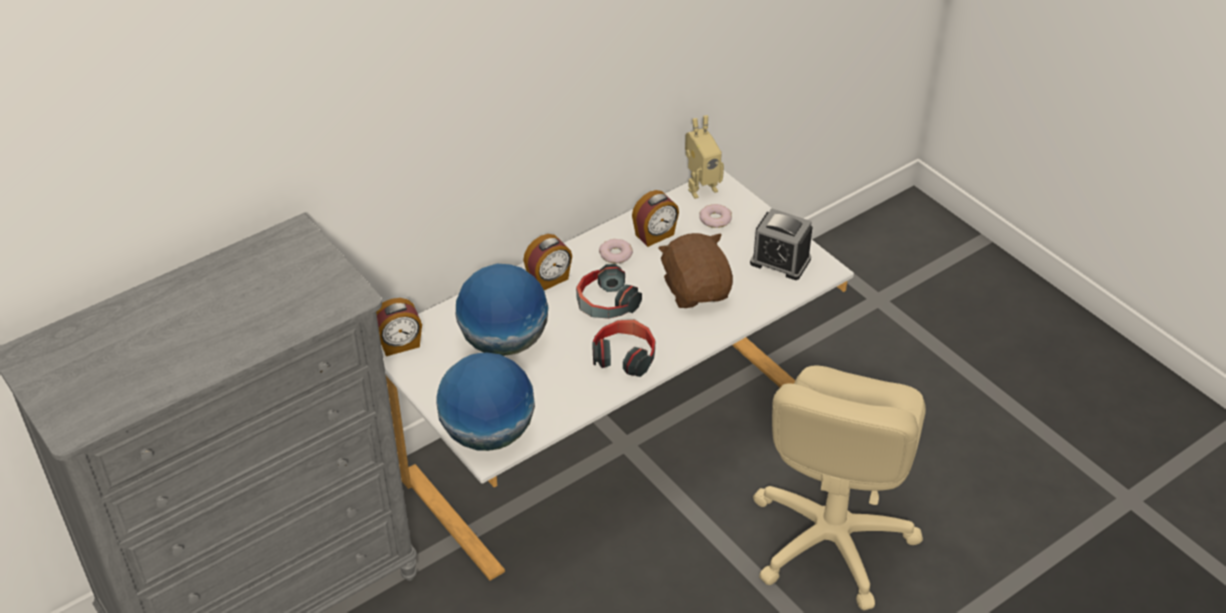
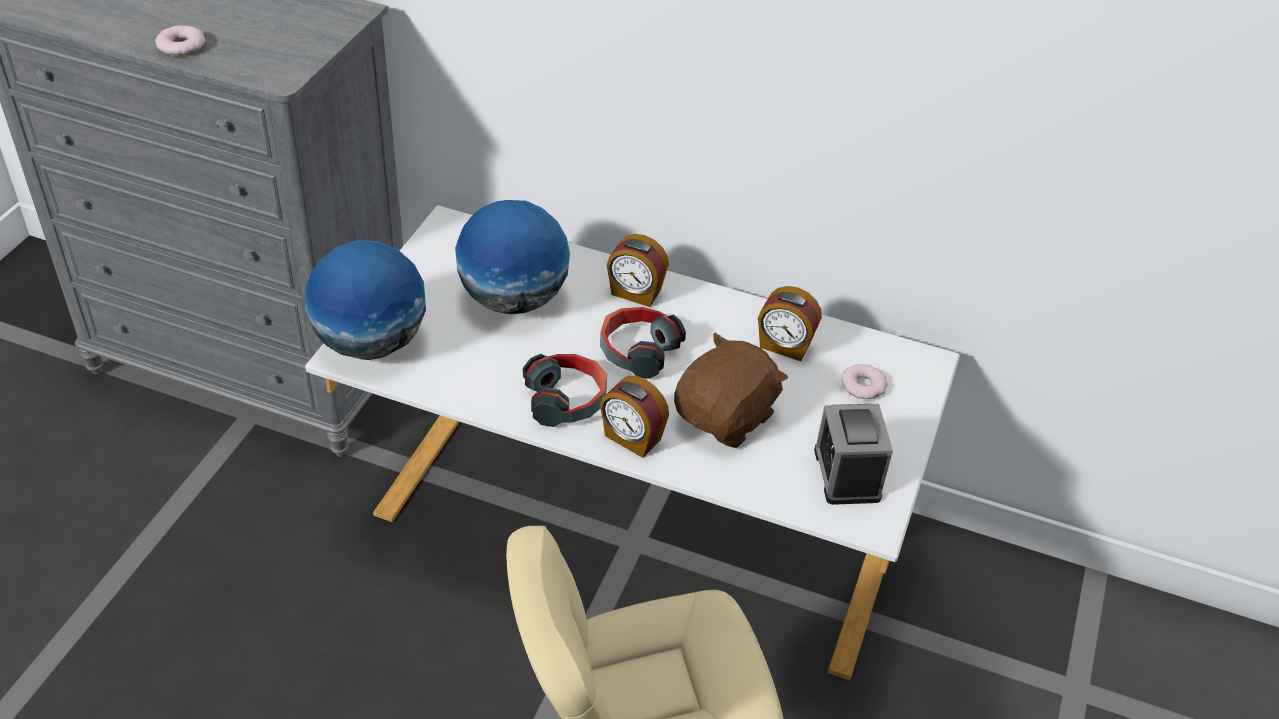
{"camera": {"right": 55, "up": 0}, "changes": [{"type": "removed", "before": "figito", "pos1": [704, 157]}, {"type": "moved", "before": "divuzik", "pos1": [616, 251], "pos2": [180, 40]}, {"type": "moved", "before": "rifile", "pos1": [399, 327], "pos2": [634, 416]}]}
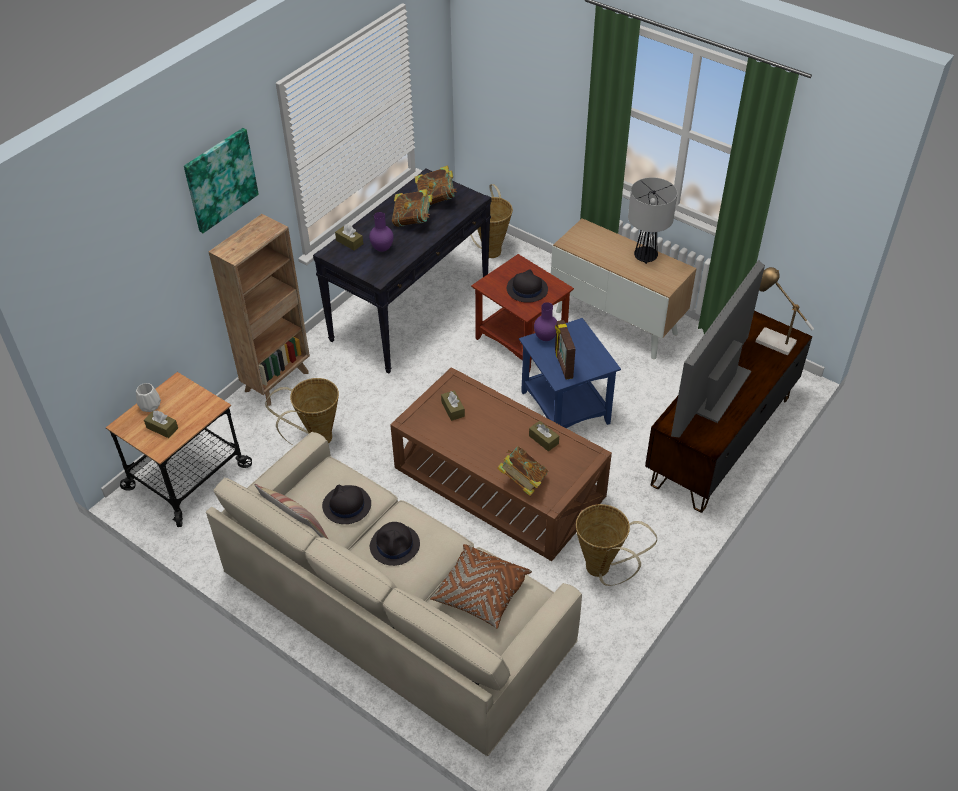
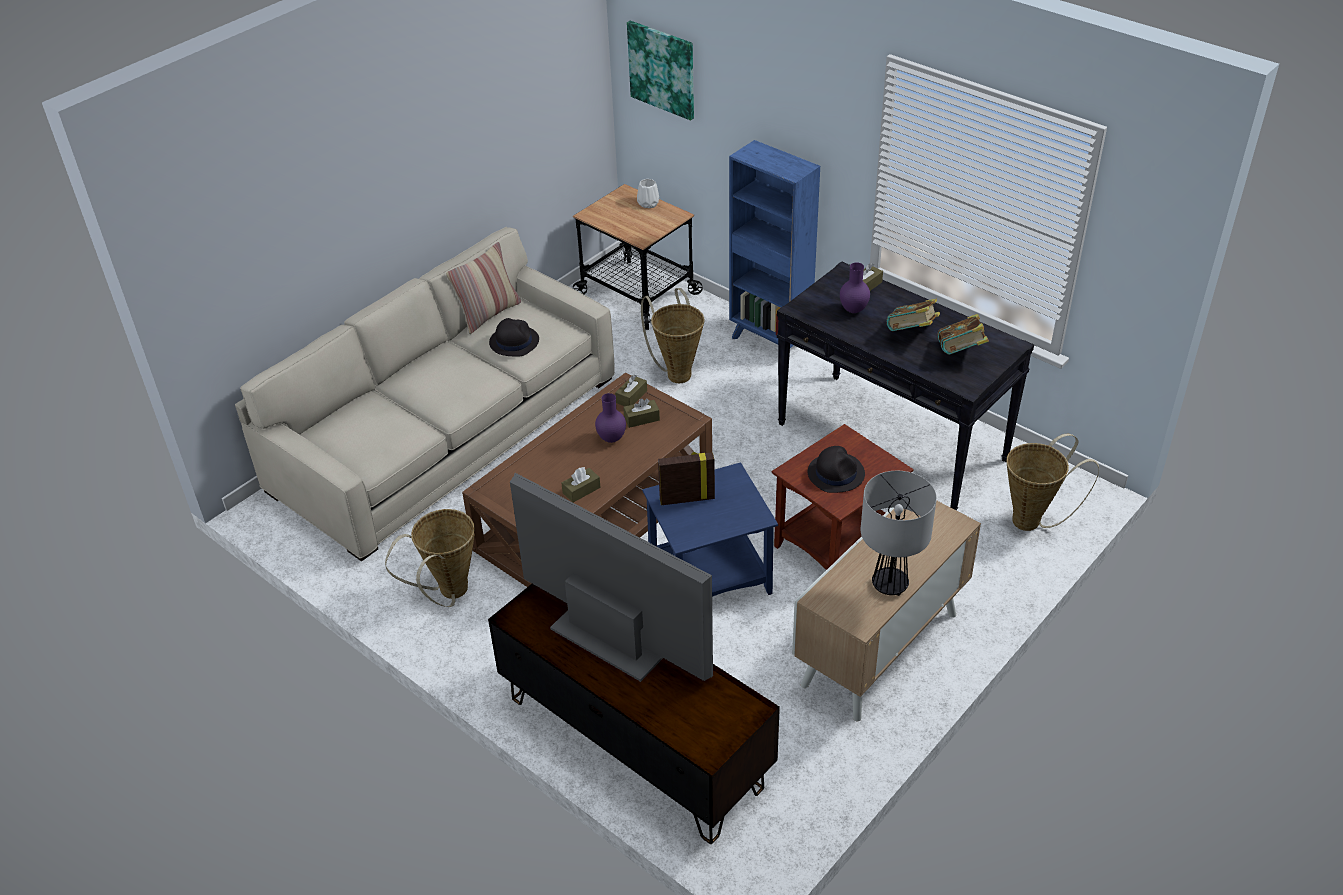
{"camera": {"right": 95, "up": -5}, "changes": [{"type": "moved", "before": "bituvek", "pos1": [221, 180], "pos2": [660, 70]}, {"type": "recoloured", "before": "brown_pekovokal", "after": "blue_pekovokal", "pos1": [259, 310], "pos2": [774, 244]}, {"type": "removed", "before": "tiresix", "pos1": [785, 311]}, {"type": "moved", "before": "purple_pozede", "pos1": [545, 321], "pos2": [610, 418]}, {"type": "moved", "before": "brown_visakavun", "pos1": [161, 424], "pos2": [631, 390]}, {"type": "removed", "before": "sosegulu", "pos1": [523, 471]}, {"type": "removed", "before": "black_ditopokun", "pos1": [395, 544]}, {"type": "removed", "before": "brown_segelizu", "pos1": [481, 586]}]}
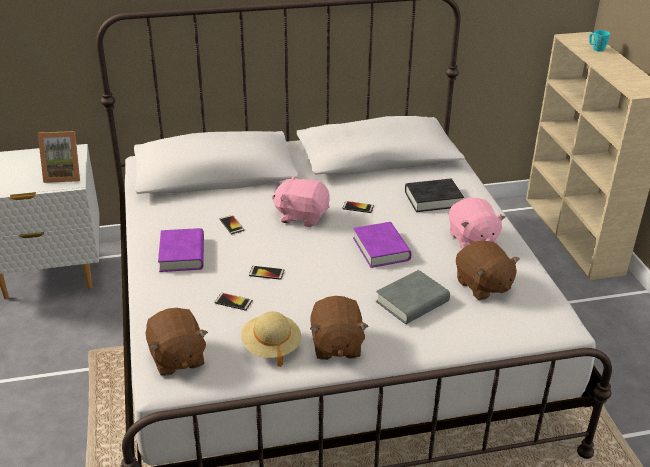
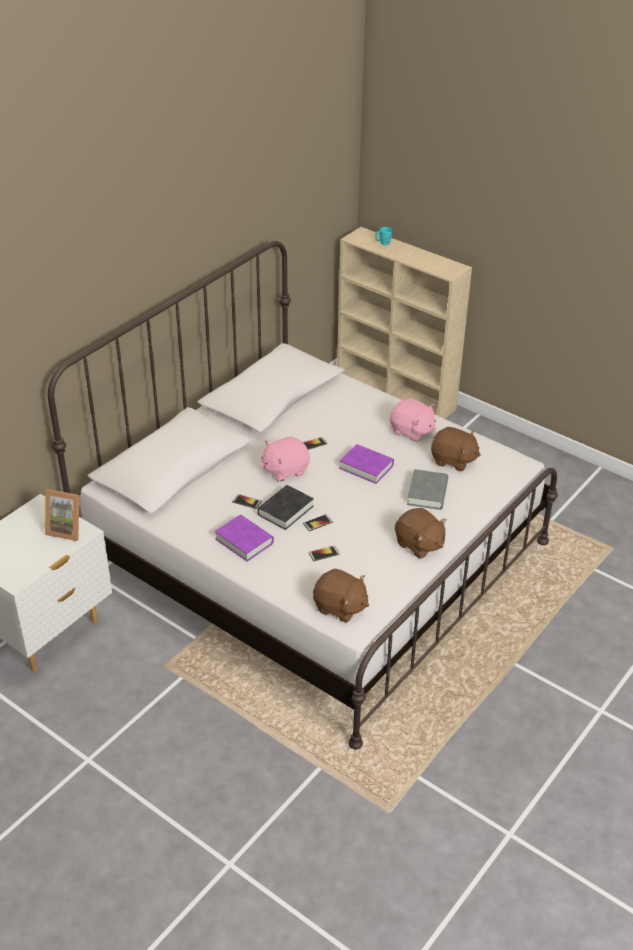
{"camera": {"right": -40, "up": 5}, "changes": [{"type": "turned", "before": "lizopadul", "pos1": [59, 157], "pos2": [62, 515], "turn": 60}, {"type": "moved", "before": "black_sosegulu", "pos1": [434, 195], "pos2": [285, 507]}, {"type": "removed", "before": "beige_ditopokun", "pos1": [271, 339]}]}
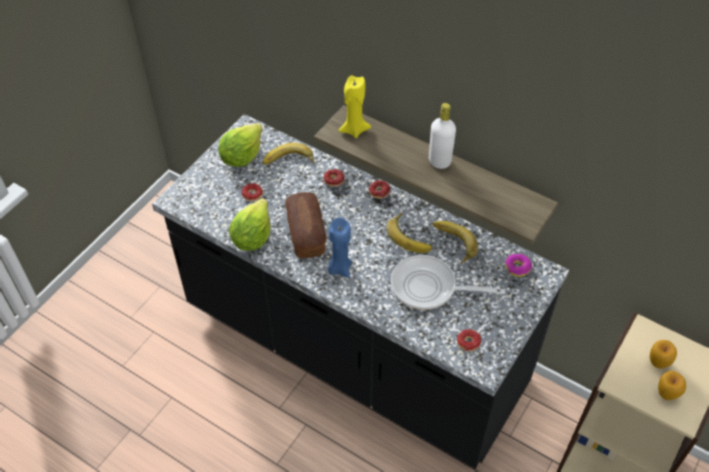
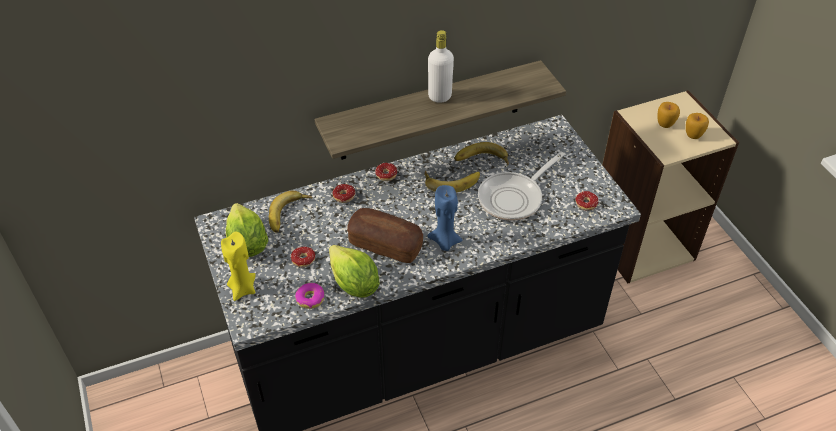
{"camera": {"right": -55, "up": -5}, "changes": [{"type": "moved", "before": "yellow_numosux", "pos1": [354, 106], "pos2": [238, 266]}, {"type": "moved", "before": "divuzik", "pos1": [518, 265], "pos2": [309, 296]}]}
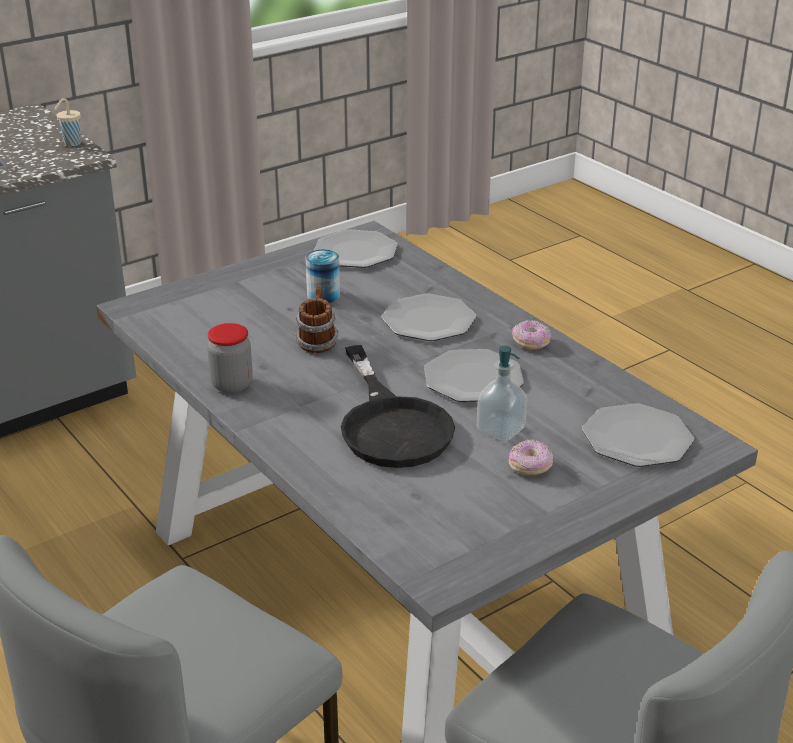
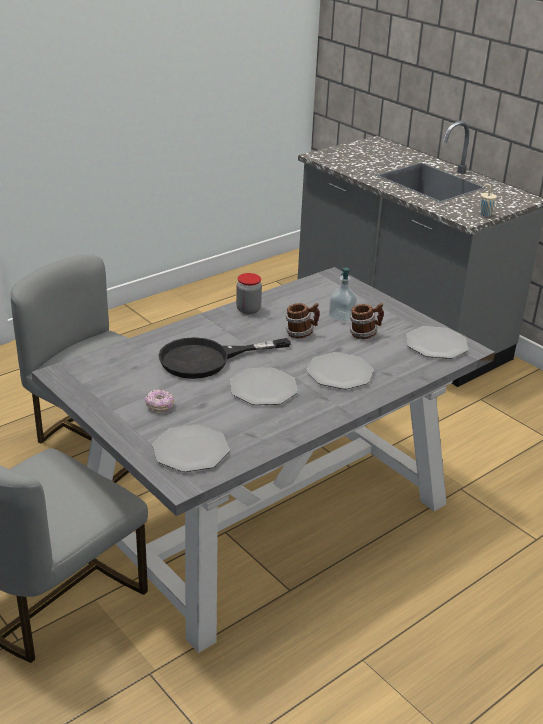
{"camera": {"right": 85, "up": 0}, "changes": [{"type": "replaced", "before": "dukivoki", "after": "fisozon", "pos1": [323, 276], "pos2": [367, 321]}, {"type": "removed", "before": "divuzik", "pos1": [531, 335]}, {"type": "moved", "before": "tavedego", "pos1": [502, 394], "pos2": [343, 294]}]}
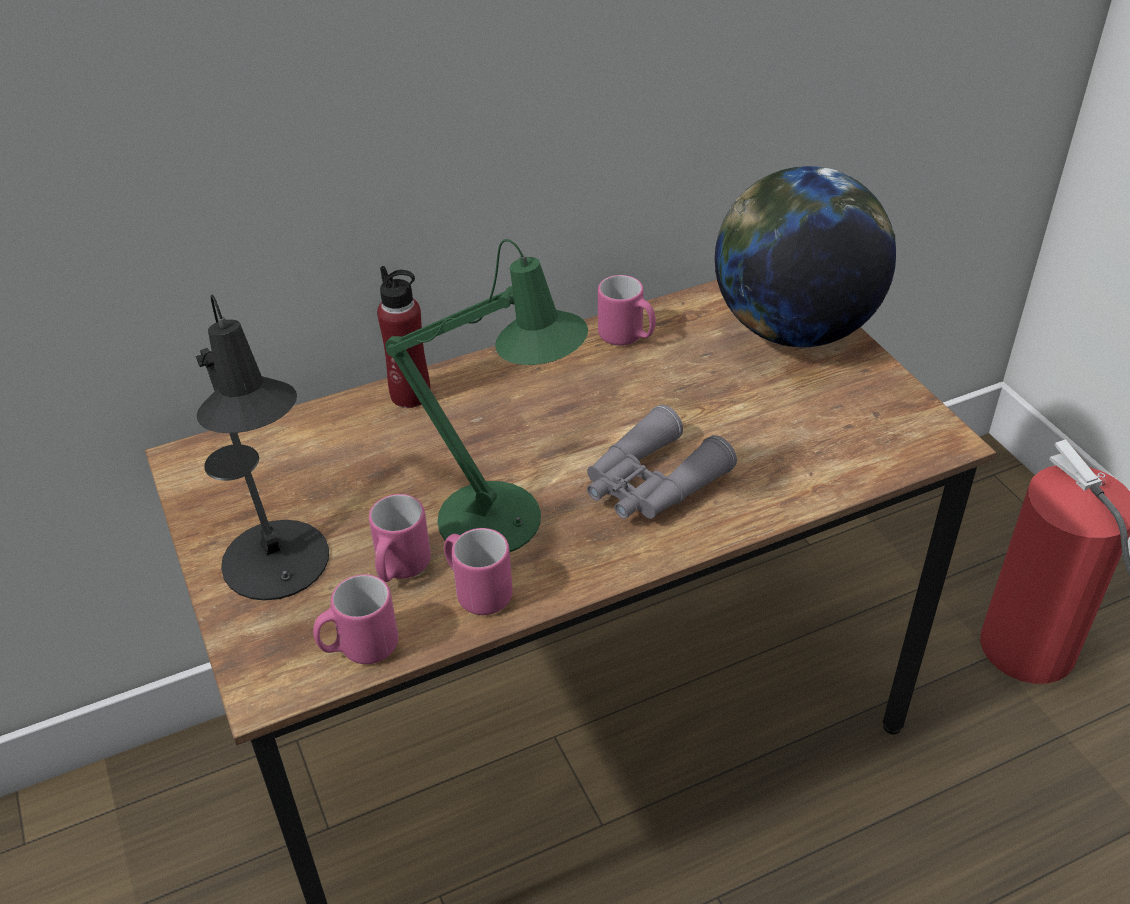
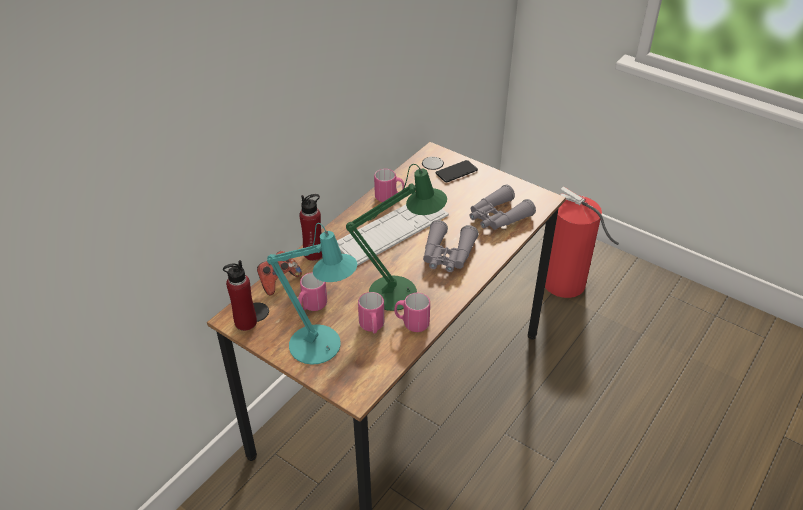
{"camera": {"right": -30, "up": 0}, "changes": [{"type": "replaced", "before": "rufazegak", "after": "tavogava", "pos1": [805, 256], "pos2": [457, 171]}, {"type": "recoloured", "before": "black_tiresix", "after": "turquoise_tiresix", "pos1": [262, 448], "pos2": [312, 294]}, {"type": "moved", "before": "pink_fisozon", "pos1": [355, 619], "pos2": [312, 291]}, {"type": "added", "after": "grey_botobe", "pos2": [503, 207]}, {"type": "added", "after": "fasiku", "pos2": [393, 235]}, {"type": "added", "after": "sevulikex", "pos2": [279, 273]}, {"type": "added", "after": "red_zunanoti", "pos2": [240, 295]}]}
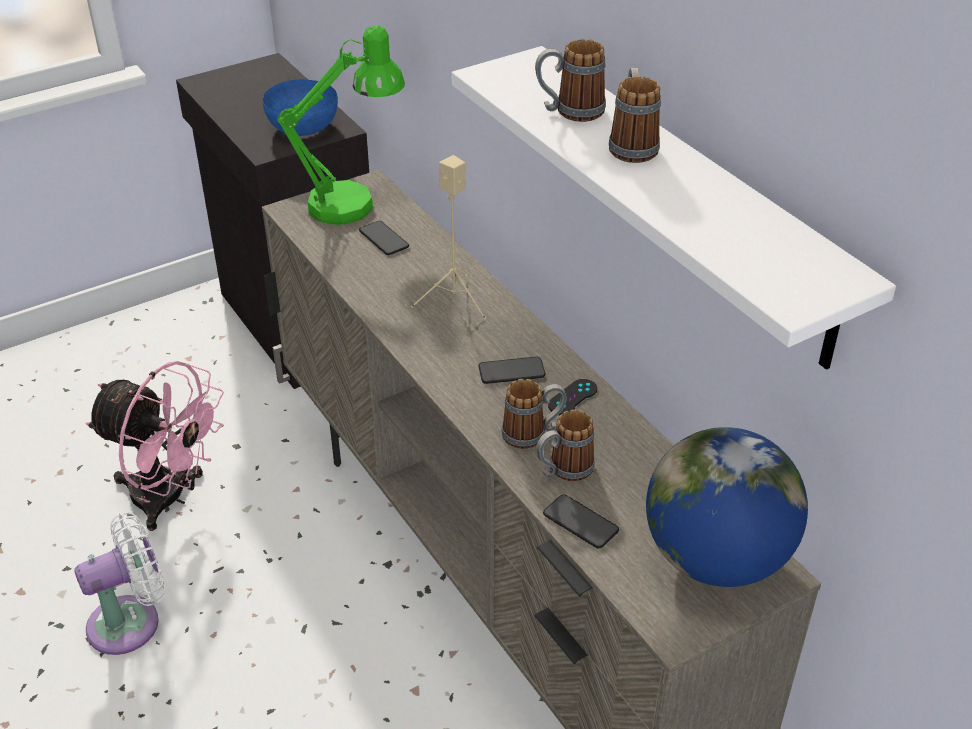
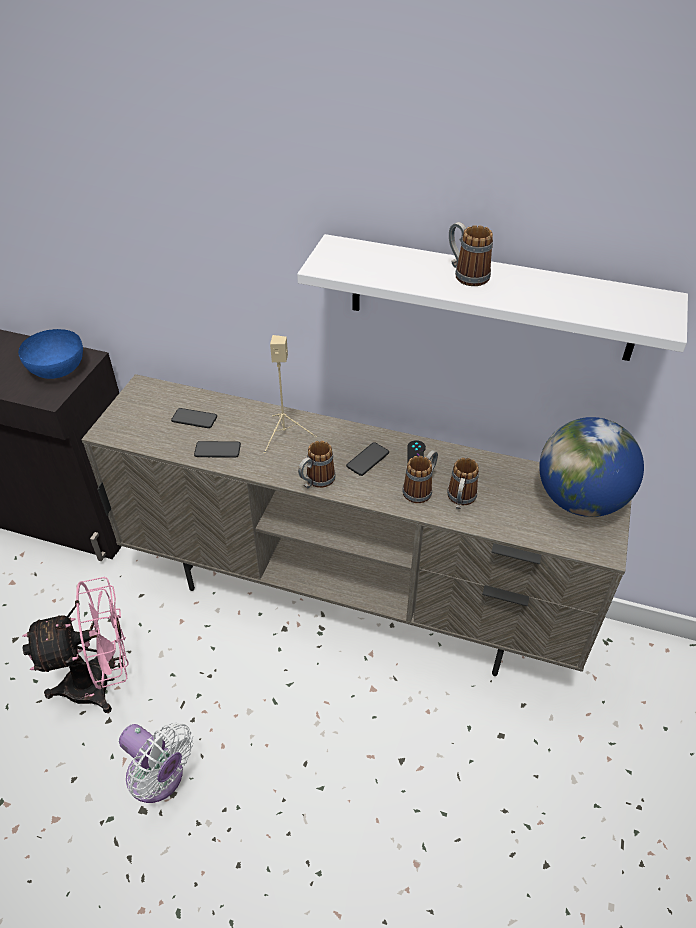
{"camera": {"right": -40, "up": 5}, "changes": [{"type": "removed", "before": "green_tiresix", "pos1": [341, 125]}, {"type": "moved", "before": "fisozon", "pos1": [570, 80], "pos2": [317, 464]}, {"type": "moved", "before": "tavogava", "pos1": [581, 521], "pos2": [217, 449]}, {"type": "turned", "before": "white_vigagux", "pos1": [119, 583], "pos2": [156, 762], "turn": 105}]}
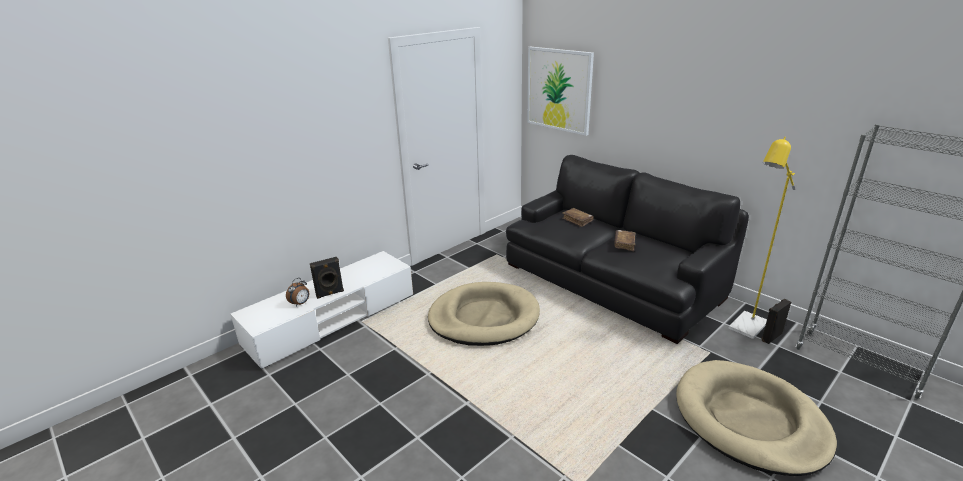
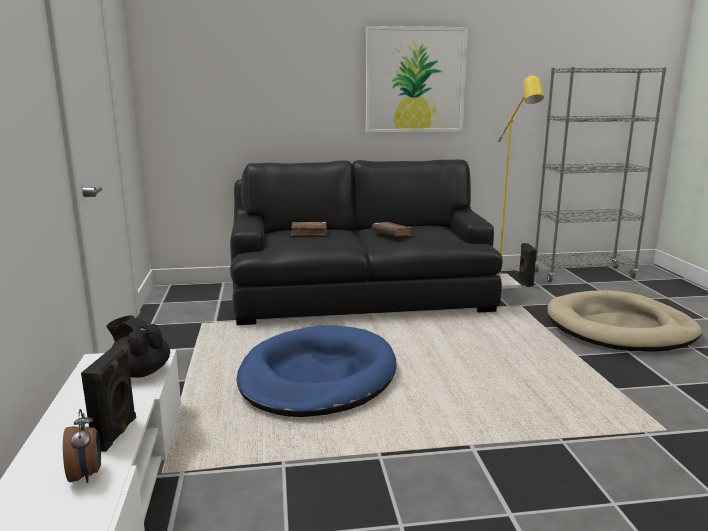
{"camera": {"right": -55, "up": -10}, "changes": [{"type": "moved", "before": "bituvek", "pos1": [560, 91], "pos2": [417, 79]}, {"type": "recoloured", "before": "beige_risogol", "after": "blue_risogol", "pos1": [484, 314], "pos2": [316, 371]}, {"type": "added", "after": "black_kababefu", "pos2": [138, 346]}]}
